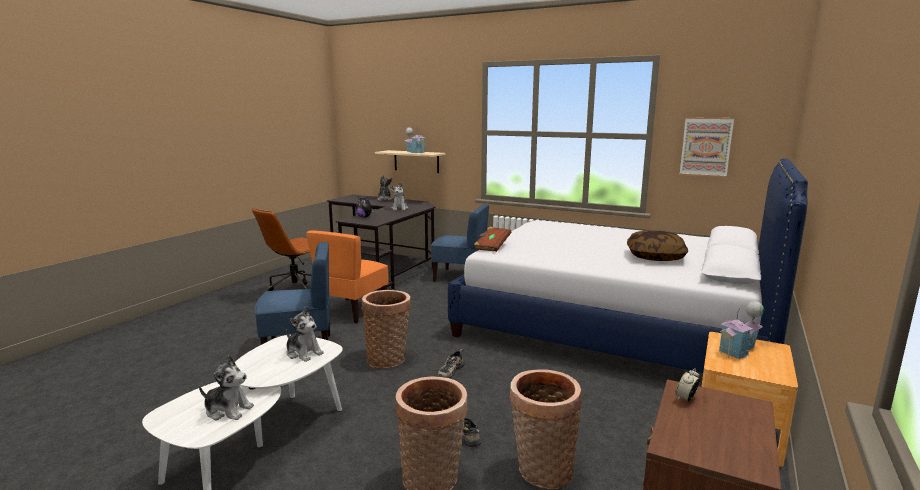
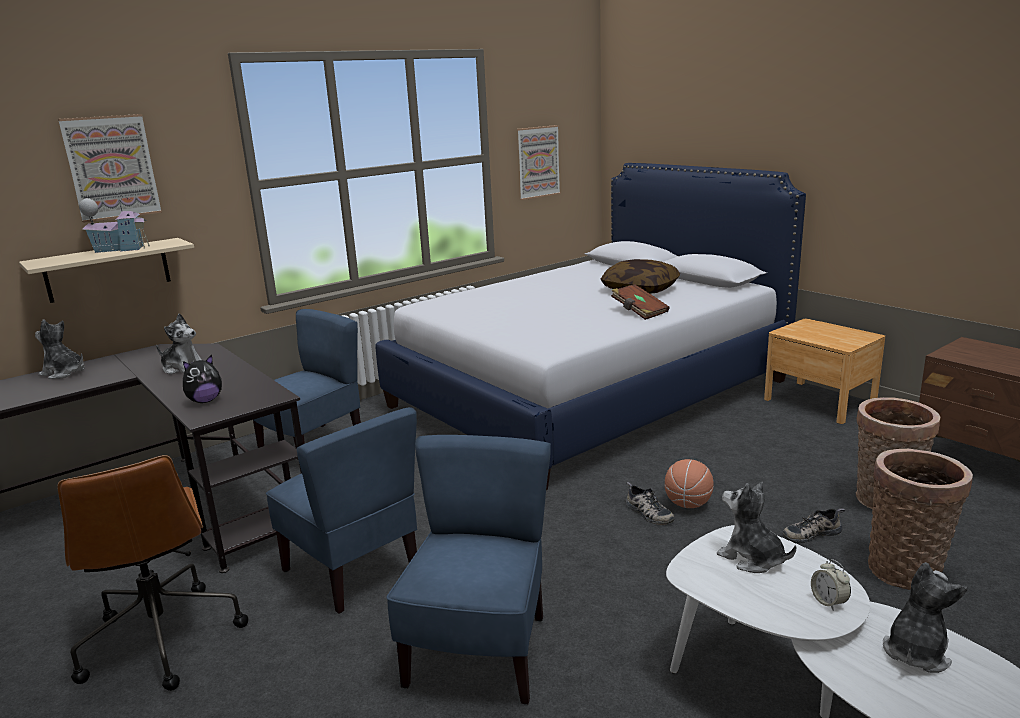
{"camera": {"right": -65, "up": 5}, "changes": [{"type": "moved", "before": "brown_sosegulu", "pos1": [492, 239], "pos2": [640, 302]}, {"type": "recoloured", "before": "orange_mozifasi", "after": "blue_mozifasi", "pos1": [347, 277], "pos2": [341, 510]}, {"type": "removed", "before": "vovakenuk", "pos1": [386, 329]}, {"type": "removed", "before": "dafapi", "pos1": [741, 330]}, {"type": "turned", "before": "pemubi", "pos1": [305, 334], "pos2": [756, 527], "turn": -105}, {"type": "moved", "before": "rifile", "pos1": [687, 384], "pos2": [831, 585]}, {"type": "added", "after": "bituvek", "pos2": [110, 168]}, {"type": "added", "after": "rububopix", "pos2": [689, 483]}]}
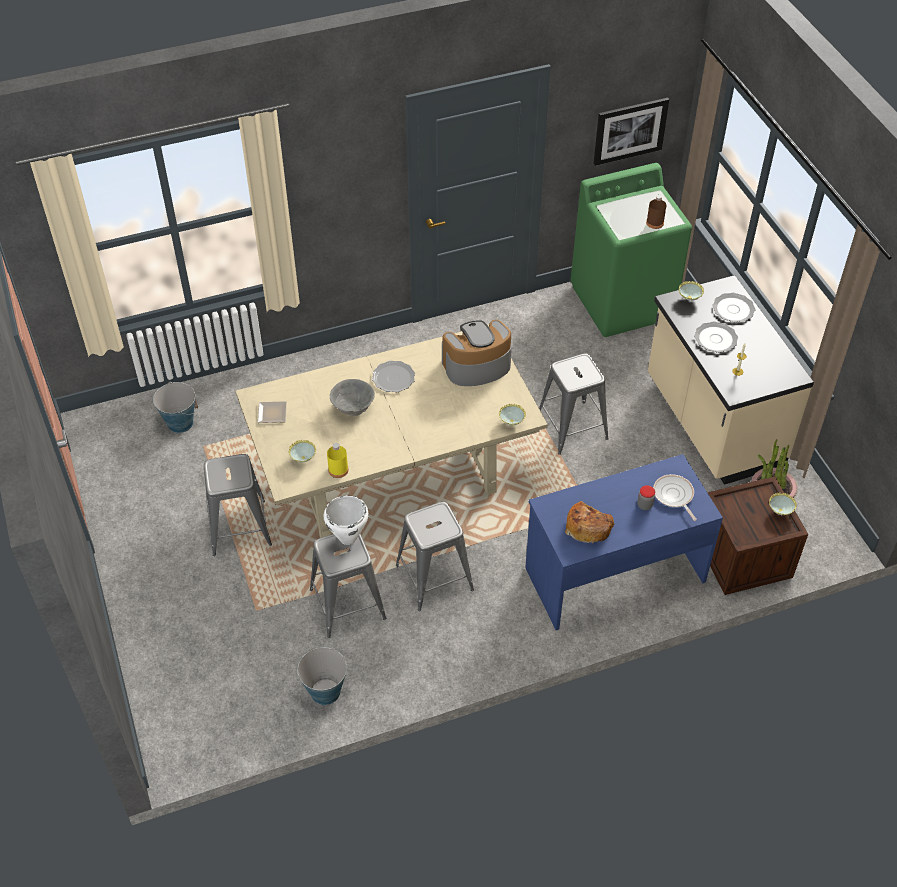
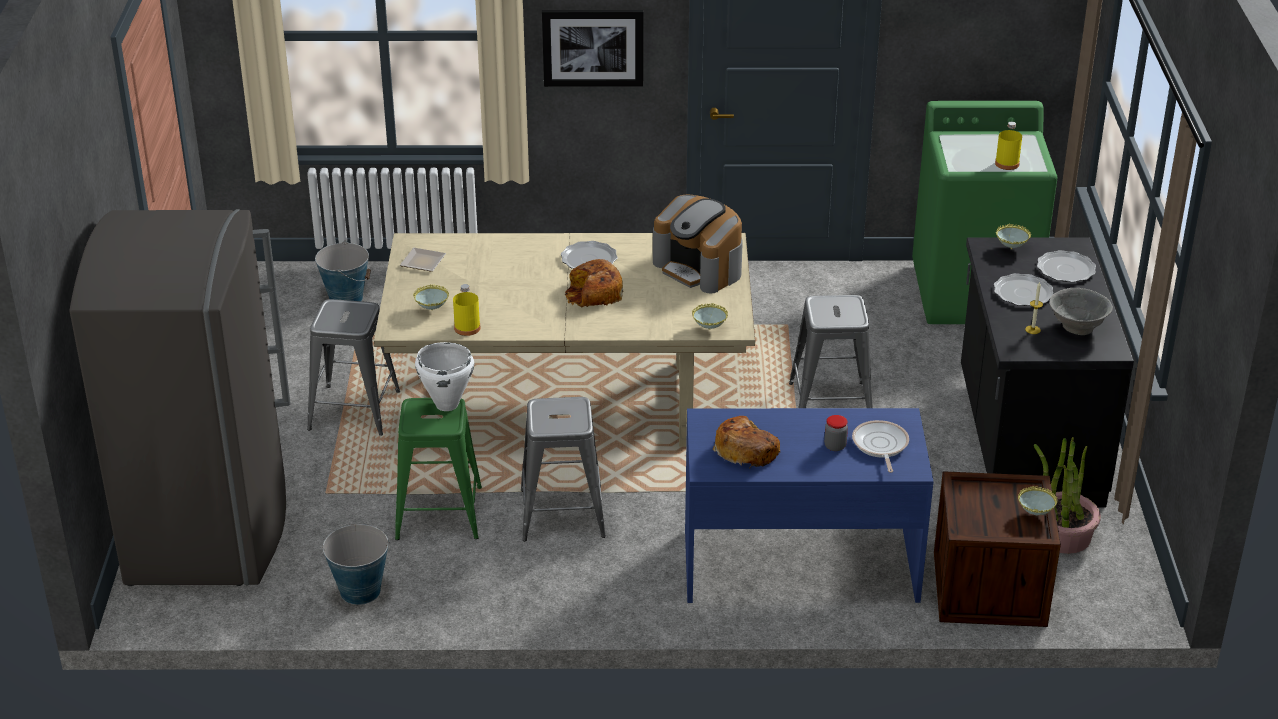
{"camera": {"right": 20, "up": -15}, "changes": [{"type": "moved", "before": "bituvek", "pos1": [631, 132], "pos2": [593, 48]}, {"type": "recoloured", "before": "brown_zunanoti", "after": "yellow_zunanoti", "pos1": [656, 212], "pos2": [1008, 146]}, {"type": "recoloured", "before": "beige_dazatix", "after": "black_dazatix", "pos1": [731, 380], "pos2": [1047, 372]}, {"type": "turned", "before": "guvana", "pos1": [477, 353], "pos2": [698, 244], "turn": -135}, {"type": "moved", "before": "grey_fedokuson", "pos1": [352, 397], "pos2": [1081, 311]}, {"type": "recoloured", "before": "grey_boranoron", "after": "green_boranoron", "pos1": [348, 586], "pos2": [438, 469]}, {"type": "added", "after": "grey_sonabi", "pos2": [180, 397]}, {"type": "added", "after": "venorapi", "pos2": [594, 283]}]}
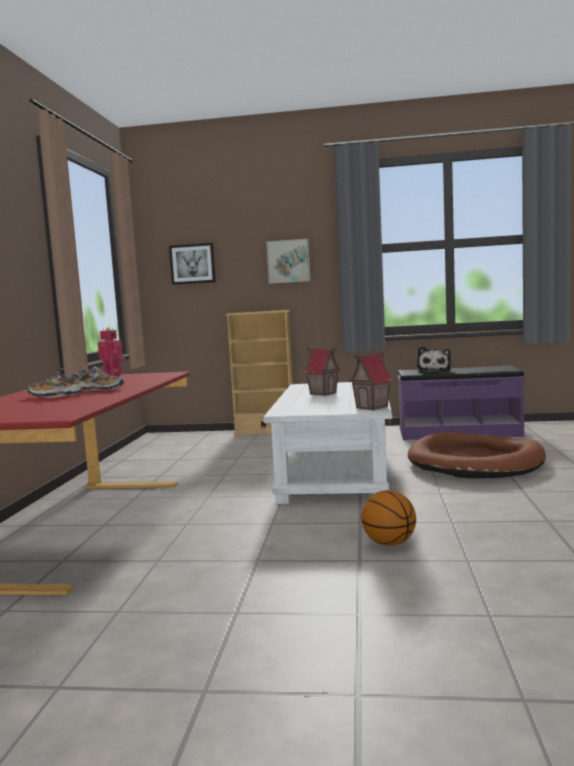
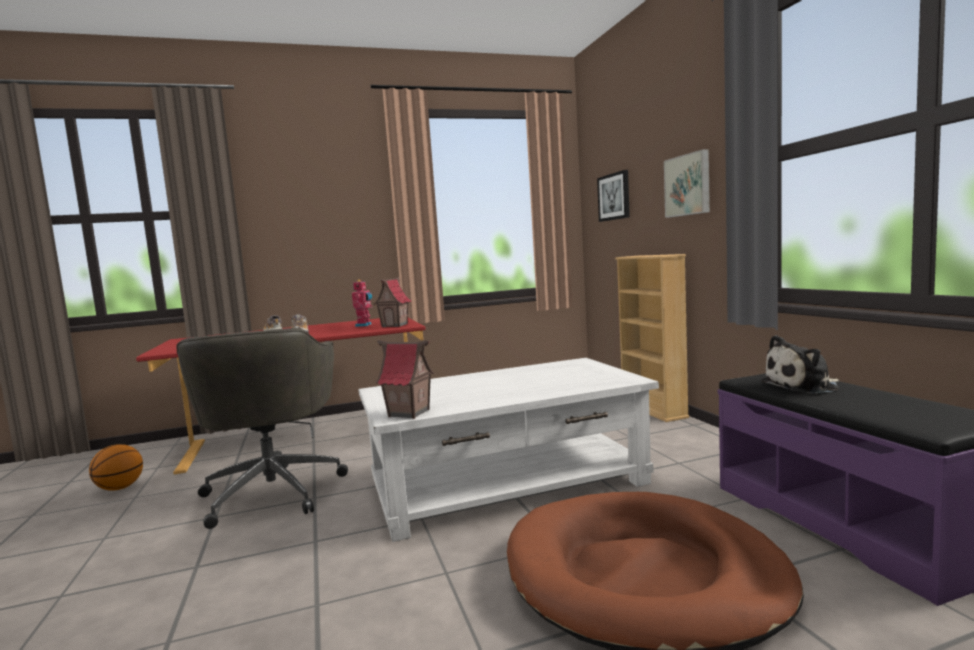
{"camera": {"right": 65, "up": 0}, "changes": [{"type": "moved", "before": "dafapi", "pos1": [322, 371], "pos2": [392, 302]}, {"type": "moved", "before": "rububopix", "pos1": [388, 518], "pos2": [116, 467]}, {"type": "added", "after": "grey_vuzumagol", "pos2": [262, 428]}]}
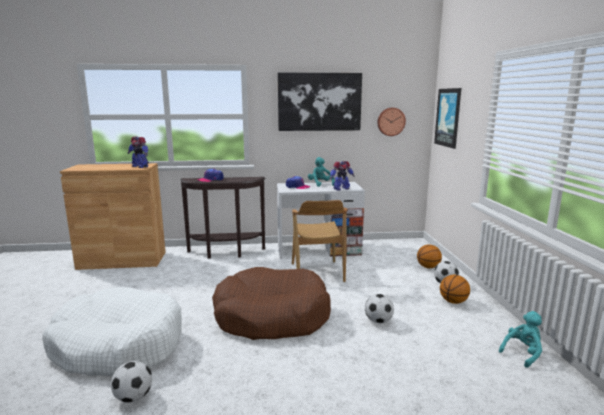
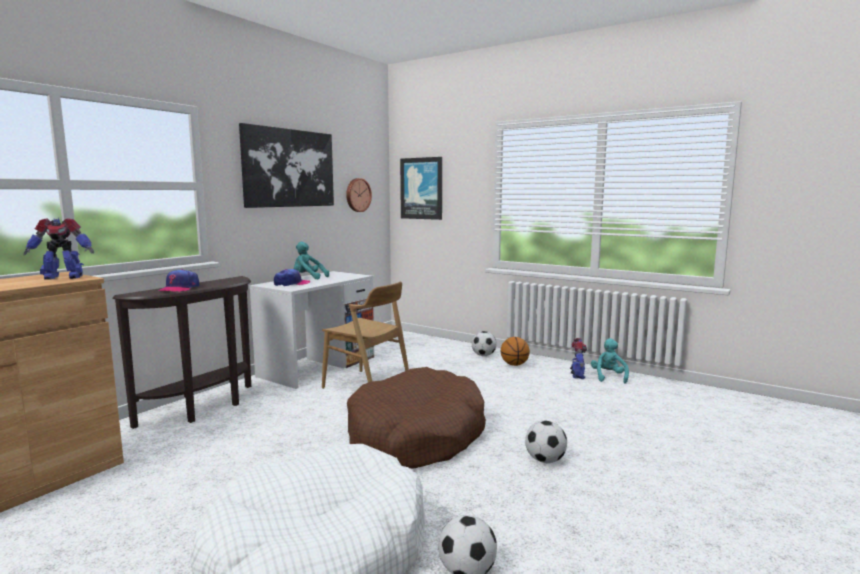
{"camera": {"right": -50, "up": -5}, "changes": [{"type": "moved", "before": "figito", "pos1": [342, 176], "pos2": [578, 358]}, {"type": "removed", "before": "rububopix", "pos1": [429, 256]}, {"type": "moved", "before": "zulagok", "pos1": [379, 308], "pos2": [546, 442]}]}
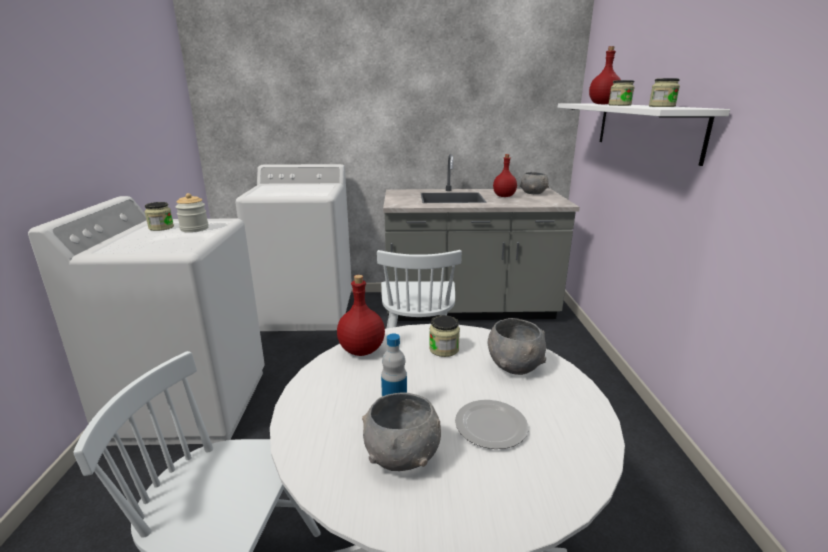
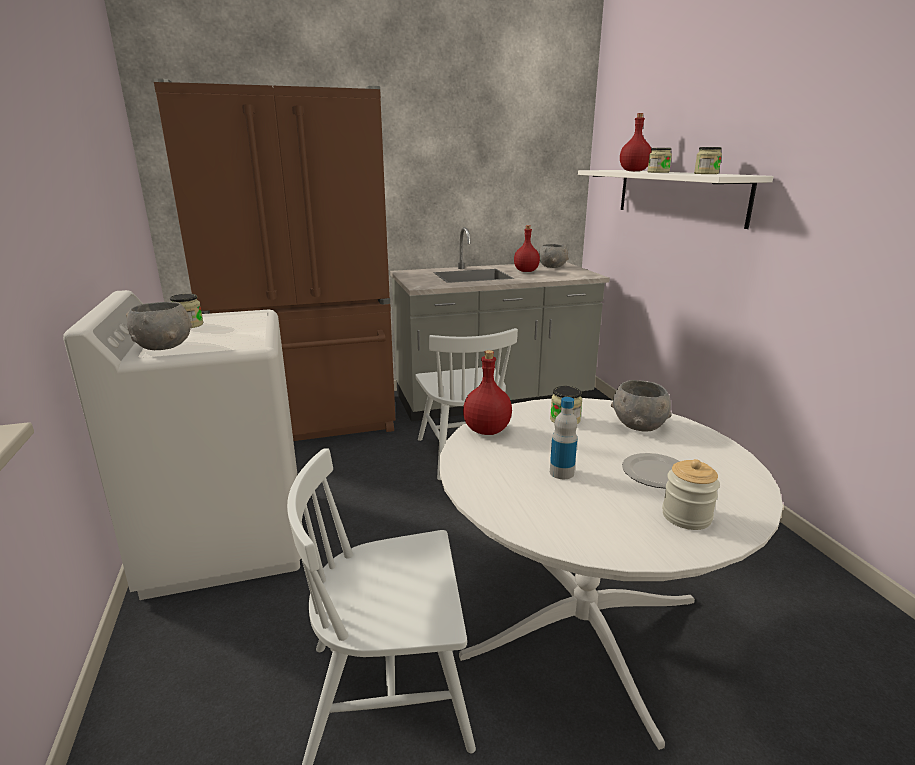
{"camera": {"right": -15, "up": 0}, "changes": [{"type": "replaced", "before": "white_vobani", "after": "brown_sonabi", "pos1": [293, 247], "pos2": [274, 259]}, {"type": "moved", "before": "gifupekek", "pos1": [192, 212], "pos2": [691, 494]}, {"type": "moved", "before": "grey_fedokuson", "pos1": [401, 431], "pos2": [159, 326]}]}
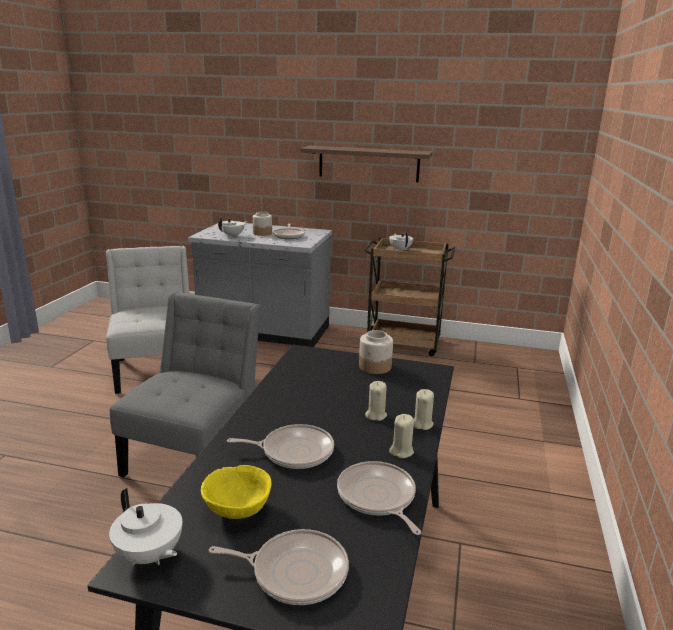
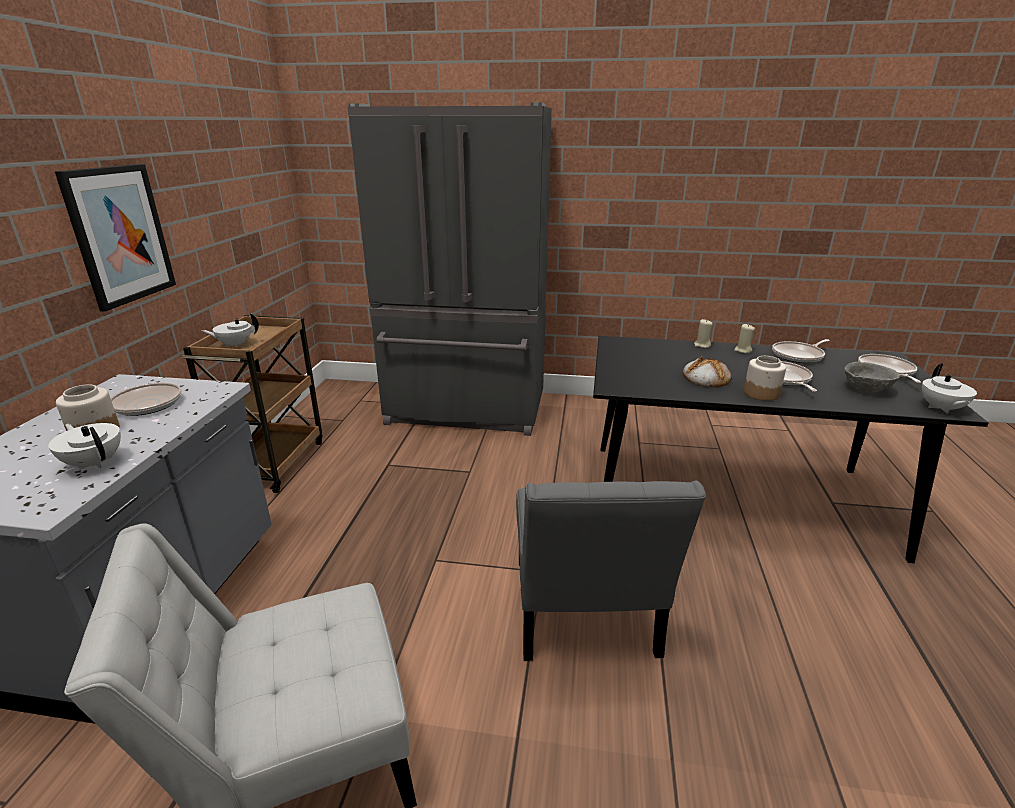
{"camera": {"right": -95, "up": 5}, "changes": [{"type": "replaced", "before": "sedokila", "after": "bituvek", "pos1": [366, 164], "pos2": [115, 238]}, {"type": "turned", "before": "grey_mozifasi", "pos1": [185, 384], "pos2": [611, 571], "turn": -105}, {"type": "moved", "before": "gifupekek", "pos1": [376, 352], "pos2": [765, 378]}, {"type": "removed", "before": "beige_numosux", "pos1": [376, 401]}, {"type": "recoloured", "before": "yellow_fedokuson", "after": "grey_fedokuson", "pos1": [236, 492], "pos2": [872, 377]}, {"type": "turned", "before": "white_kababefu", "pos1": [145, 526], "pos2": [949, 389], "turn": 150}, {"type": "added", "after": "grey_sonabi", "pos2": [449, 269]}, {"type": "added", "after": "venorapi", "pos2": [707, 371]}]}
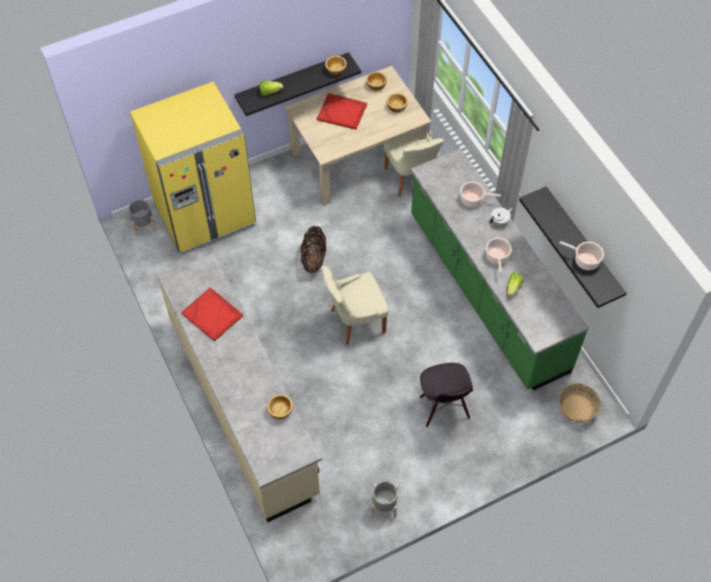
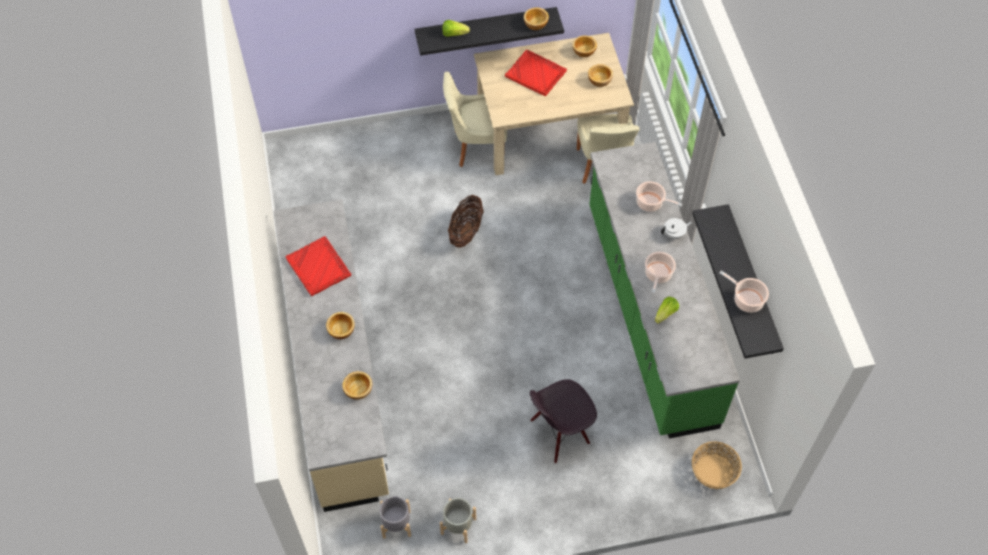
{"camera": {"right": 15, "up": 0}, "changes": [{"type": "removed", "before": "yellow_sonabi", "pos1": [193, 168]}, {"type": "moved", "before": "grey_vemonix", "pos1": [142, 217], "pos2": [395, 517]}, {"type": "moved", "before": "beige_mozifasi", "pos1": [355, 305], "pos2": [475, 119]}, {"type": "turned", "before": "black_mozifasi", "pos1": [446, 395], "pos2": [563, 421], "turn": 60}, {"type": "added", "after": "fedokuson", "pos2": [340, 325]}]}
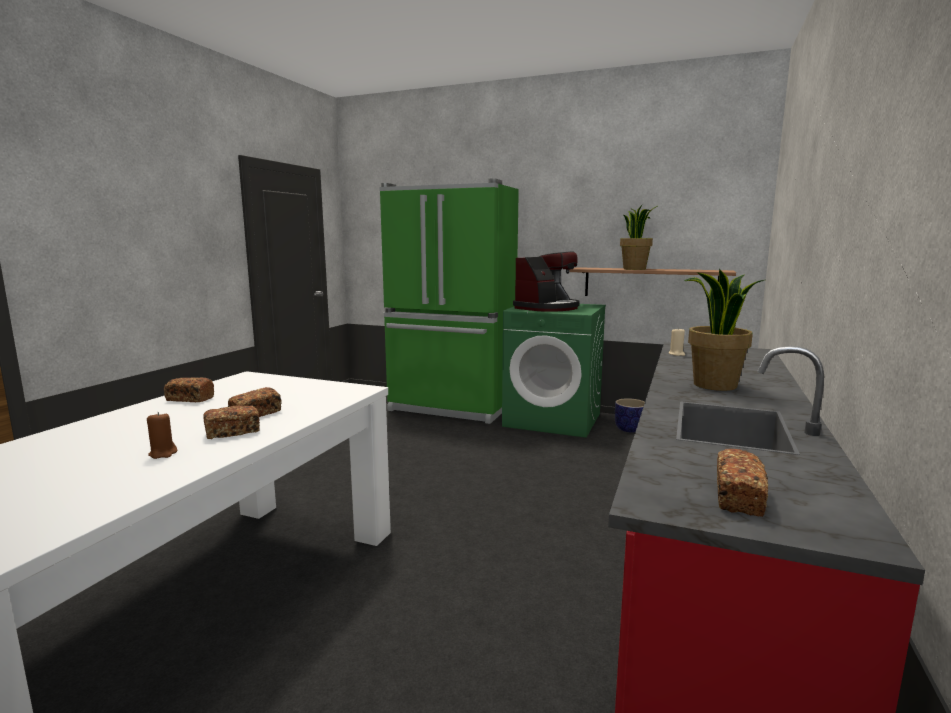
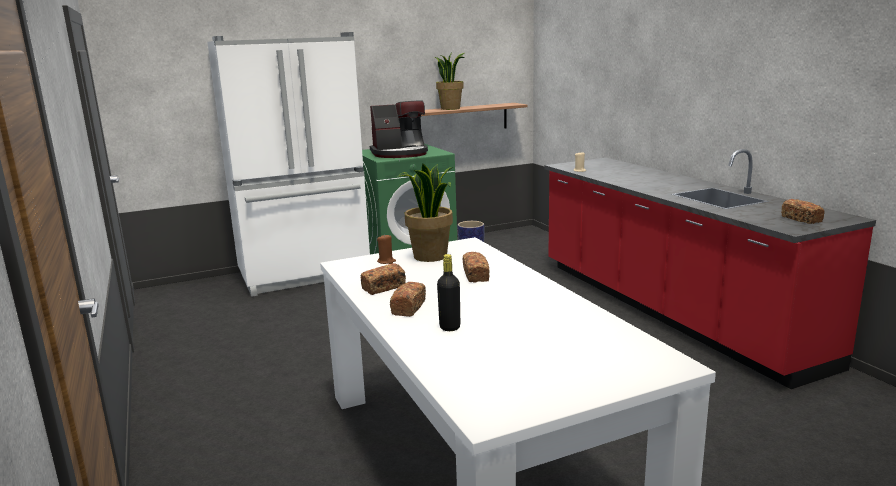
{"camera": {"right": -45, "up": 5}, "changes": [{"type": "recoloured", "before": "green_sonabi", "after": "white_sonabi", "pos1": [449, 301], "pos2": [288, 164]}, {"type": "turned", "before": "guvana", "pos1": [546, 282], "pos2": [399, 129], "turn": 75}, {"type": "moved", "before": "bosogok", "pos1": [724, 330], "pos2": [425, 212]}, {"type": "moved", "before": "venorapi", "pos1": [231, 422], "pos2": [408, 299]}, {"type": "moved", "before": "brown_numosux", "pos1": [162, 435], "pos2": [386, 249]}, {"type": "added", "after": "black_zunanoti", "pos2": [448, 292]}]}
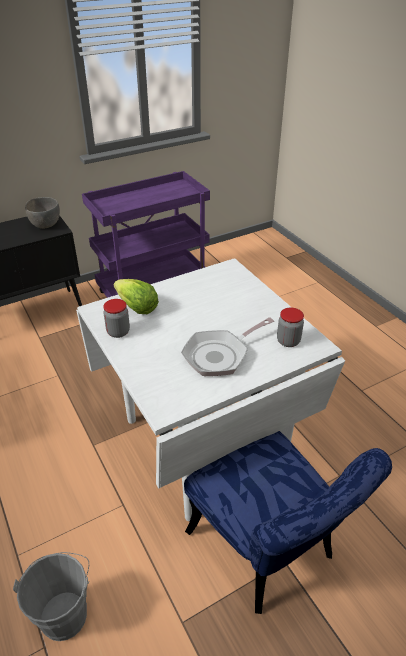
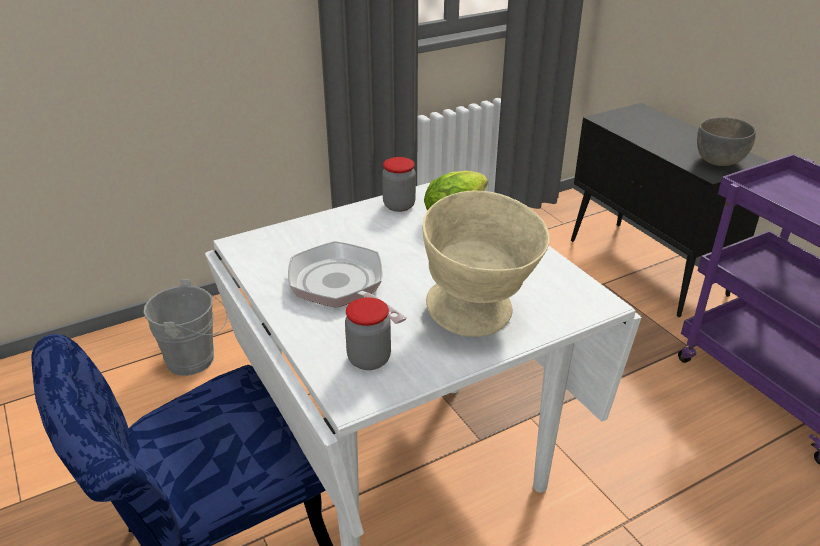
{"camera": {"right": 90, "up": -5}, "changes": [{"type": "added", "after": "beige_fedokuson", "pos2": [486, 264]}]}
